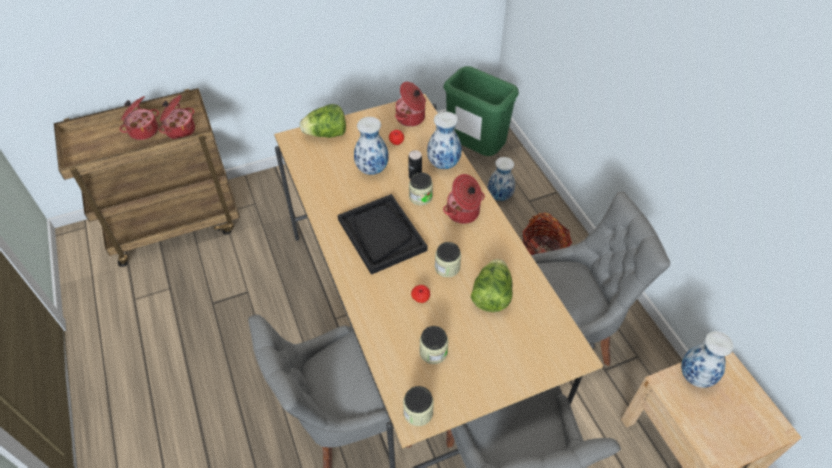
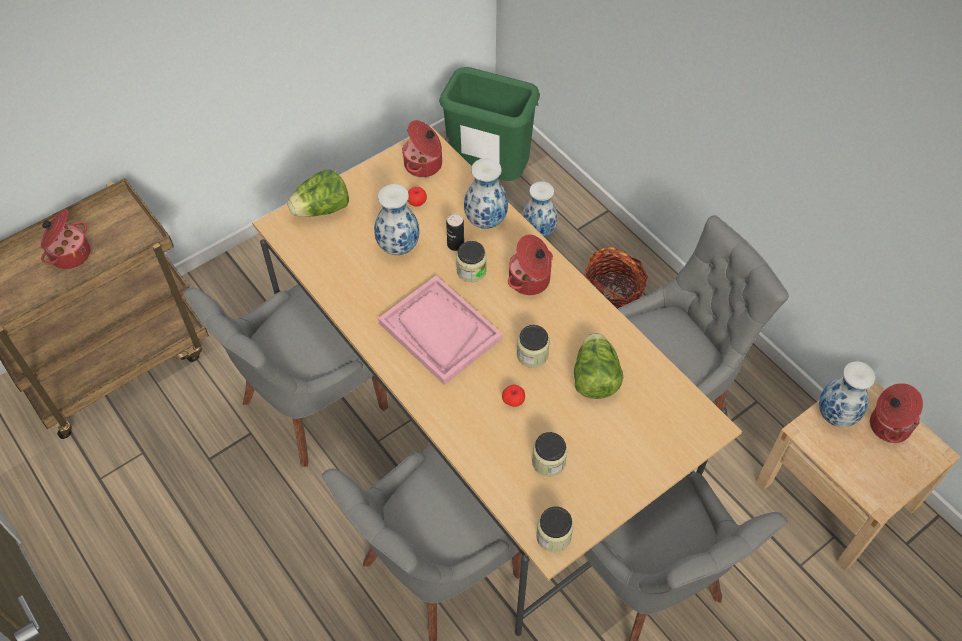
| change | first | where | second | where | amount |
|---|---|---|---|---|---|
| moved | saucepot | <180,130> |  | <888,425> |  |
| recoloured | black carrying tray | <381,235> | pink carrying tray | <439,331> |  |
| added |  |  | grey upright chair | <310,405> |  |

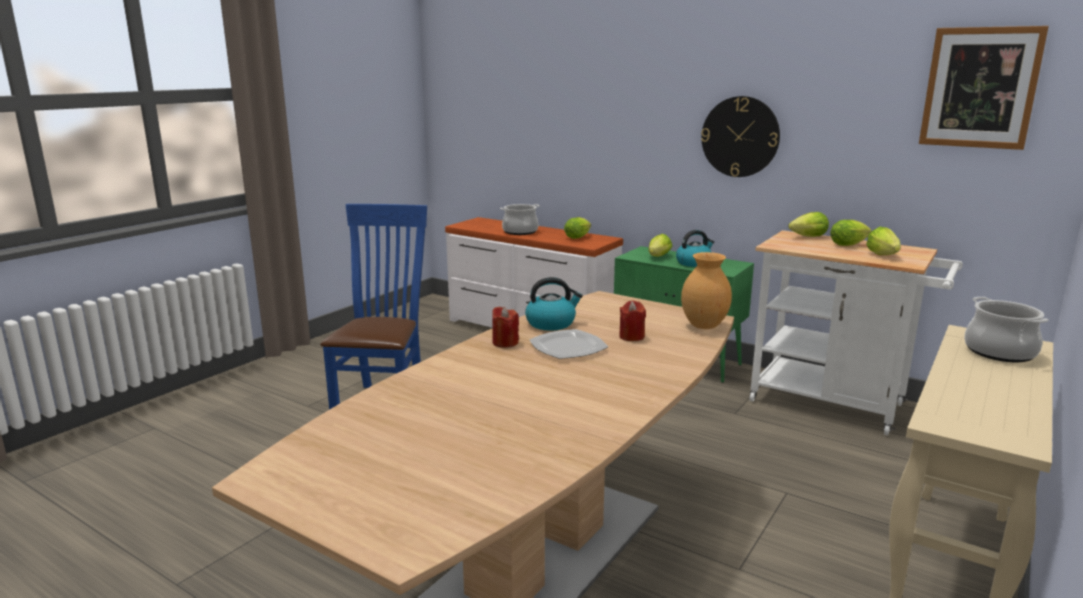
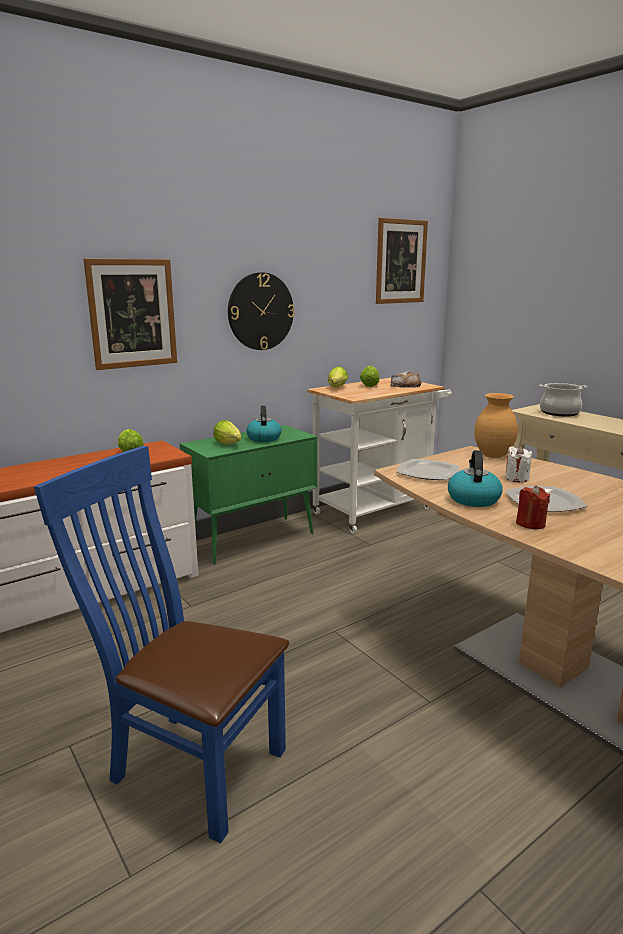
| change | first | where | second | where | amount |
|---|---|---|---|---|---|
| removed | saucepot | <520,232> |  |  |  |
| recoloured | reddish wax candle | <631,336> | white wax candle | <516,478> |  |
| replaced | lettuce head | <884,256> | baked bread | <405,385> |  |
| added |  |  | wall art | <132,313> |  |
| added |  |  | dinner plate | <427,472> |  |

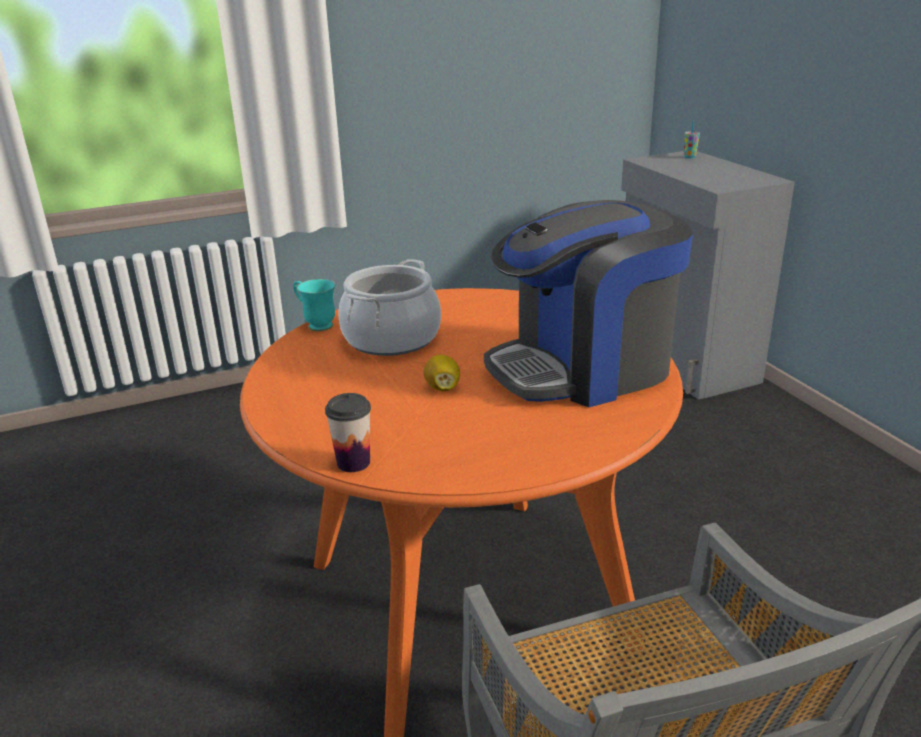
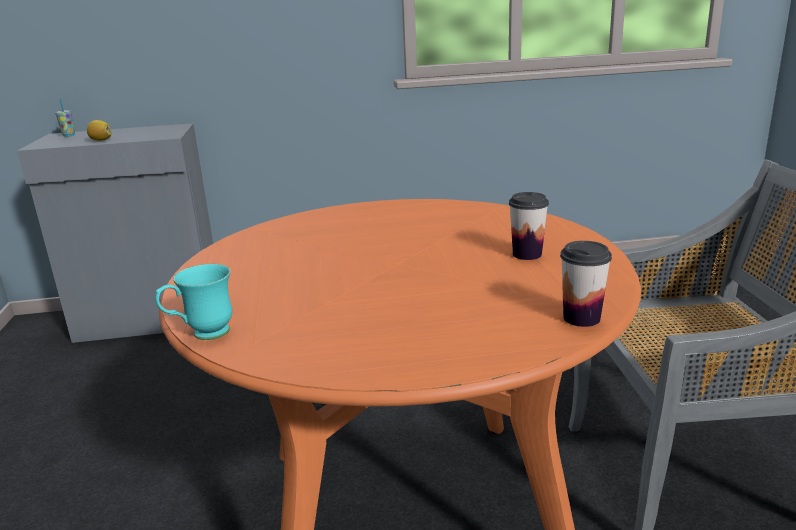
| change | first | where | second | where | amount |
|---|---|---|---|---|---|
| removed | saucepot | <392,338> |  |  |  |
| moved | citrus fruit | <442,388> |  | <101,140> |  |
| removed | coffee machine | <584,368> |  |  |  |
| added |  |  | drinking cup | <527,254> |  |

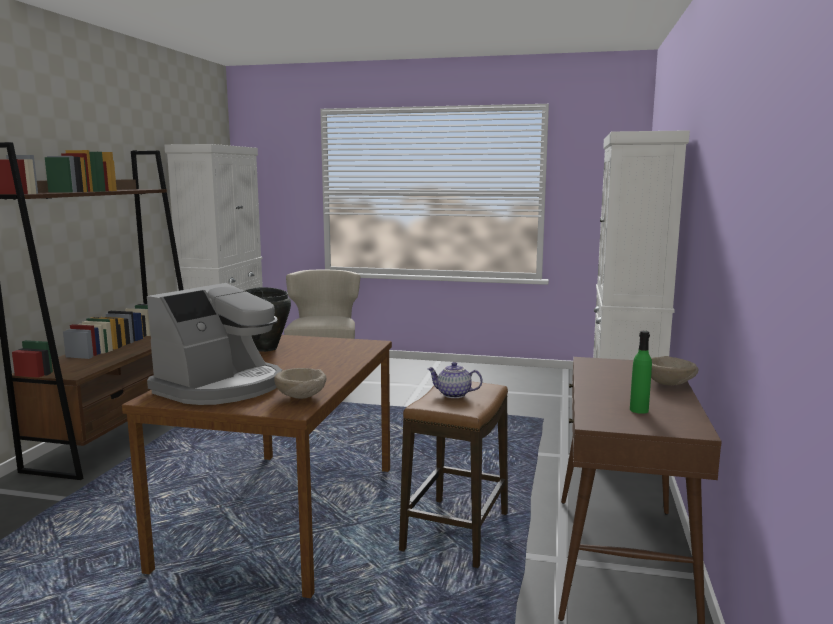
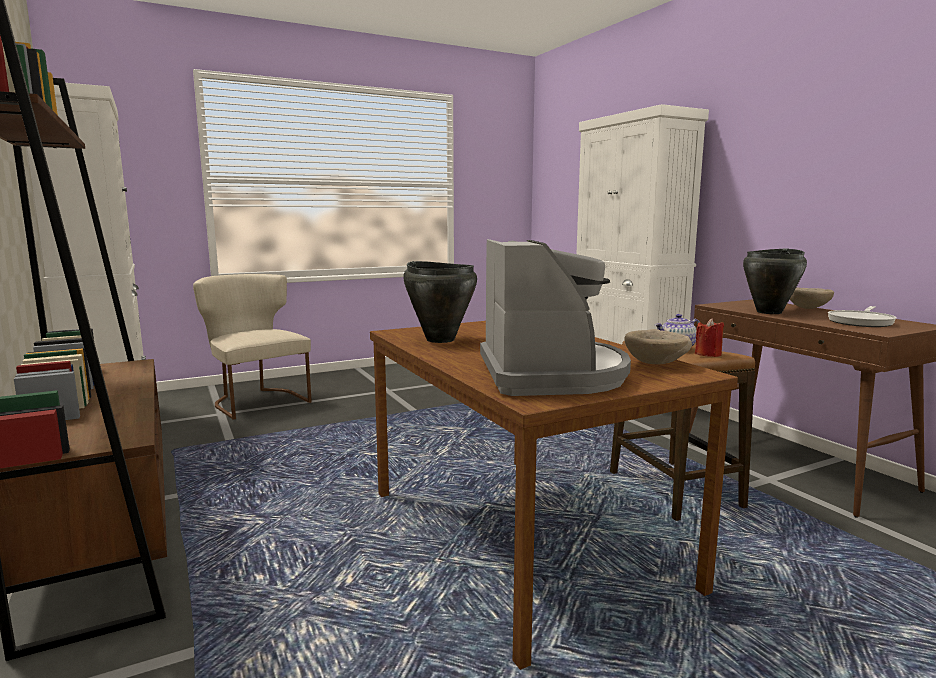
| change | first | where | second | where | amount |
|---|---|---|---|---|---|
| replaced | greenish drink bottle | <639,410> | pan | <861,322> |  |
| added |  |  | reddish wax candle | <708,354> |  |
| added |  |  | black saucepot | <769,312> |  |

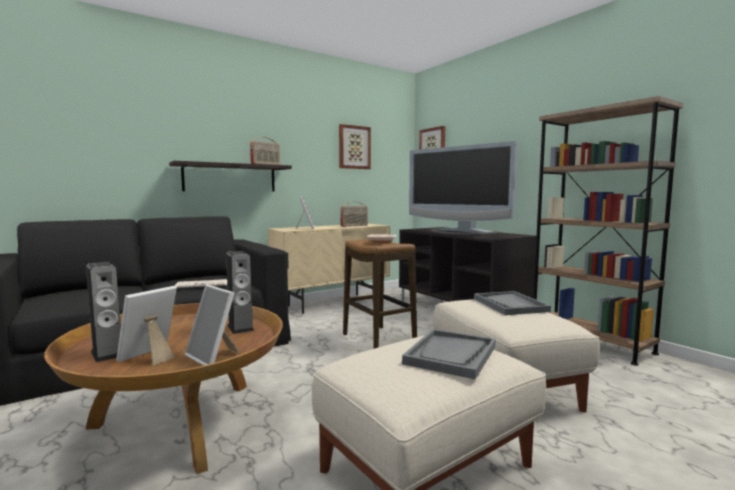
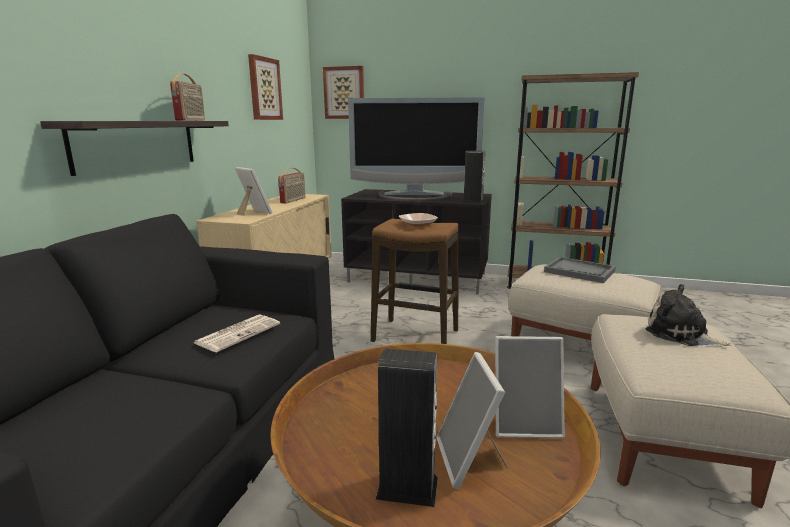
| change | first | where | second | where | amount |
|---|---|---|---|---|---|
| moved | audio speaker | <240,328> |  | <473,202> |  |
| replaced | grey carrying tray | <451,355> | plush toy | <680,334> |  |

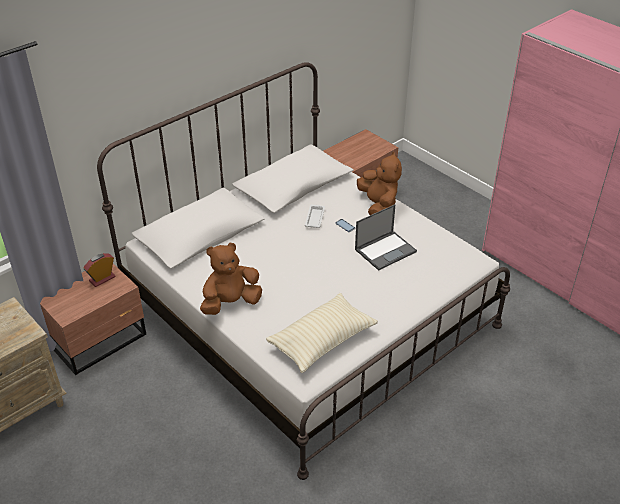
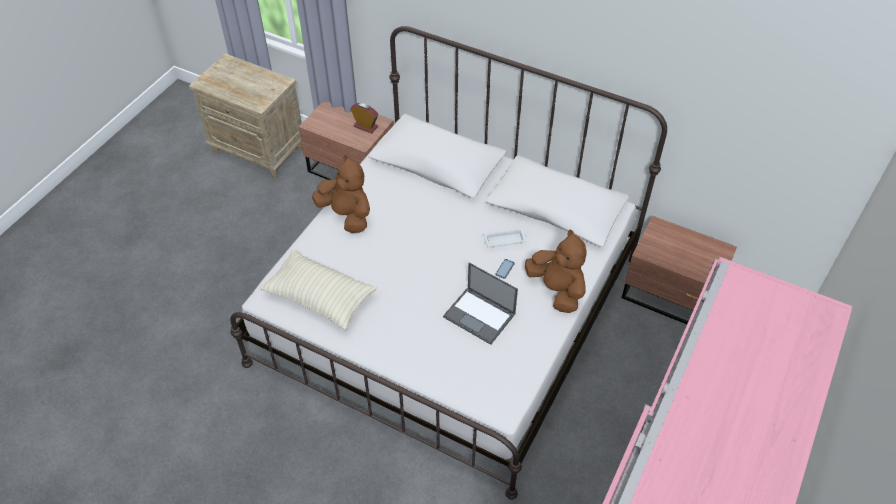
| change | first | where | second | where | amount |
|---|---|---|---|---|---|
| turned | brown-coloured plush toy | <378,206> |  | <557,290> | 90 degrees counterclockwise |

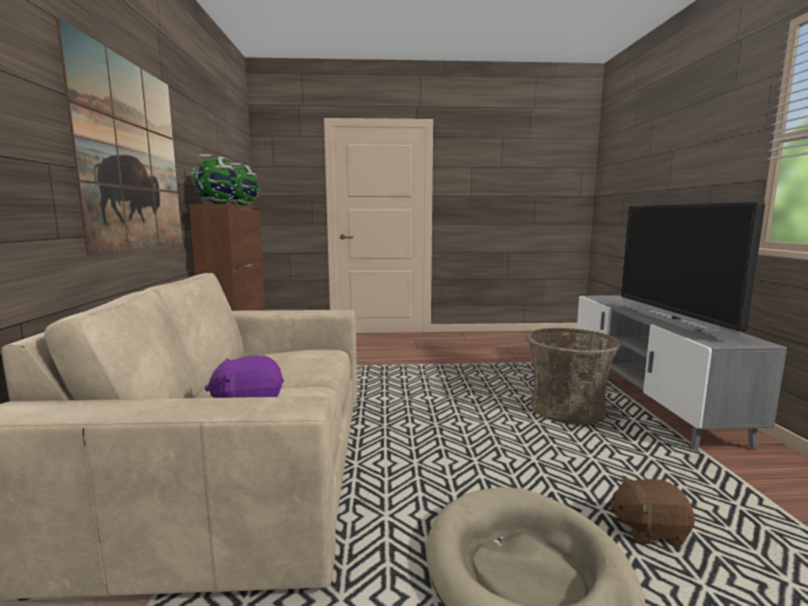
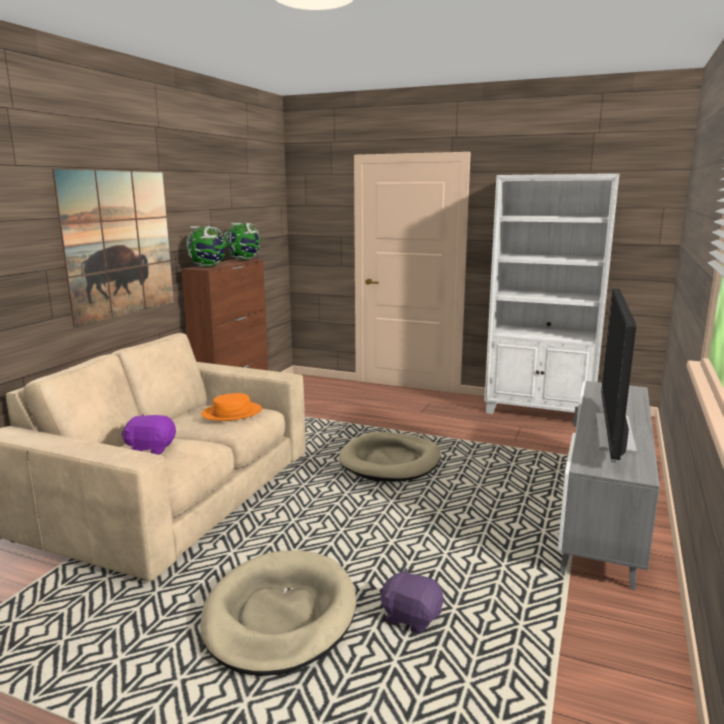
| change | first | where | second | where | amount |
|---|---|---|---|---|---|
| removed | storage basket | <567,410> |  |  |  |
| recoloured | brown-coloured plush toy | <648,530> | purple-coloured plush toy | <411,617> |  |
| added |  |  | orangey clothing hat | <232,413> |  |
| added |  |  | beige dog cushion | <390,461> |  |
| added |  |  | white shelving unit | <540,412> |  |

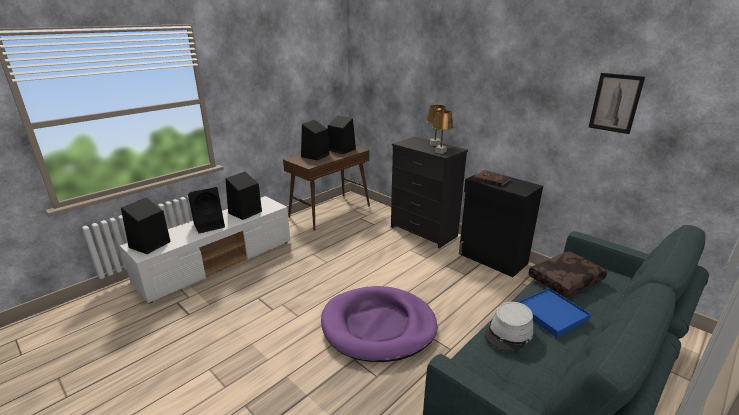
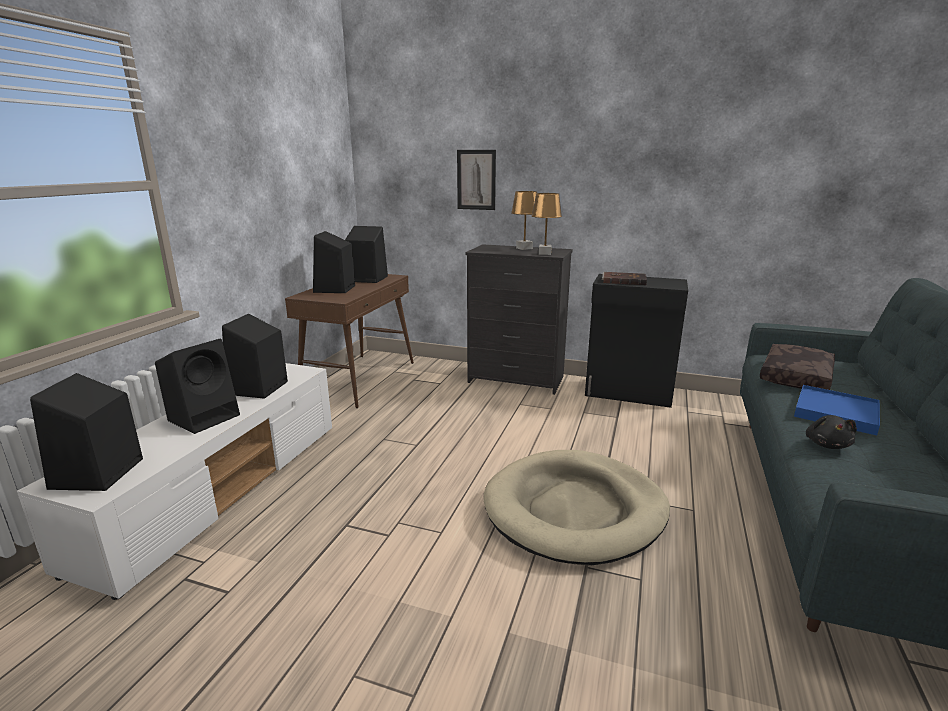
| change | first | where | second | where | amount |
|---|---|---|---|---|---|
| recoloured | purple-coloured dog cushion | <378,326> | beige dog cushion | <575,510> |  |
| replaced | grey clothing hat | <509,333> | black plush toy | <827,444> |  |
| moved | wall art | <615,103> |  | <476,180> |  |

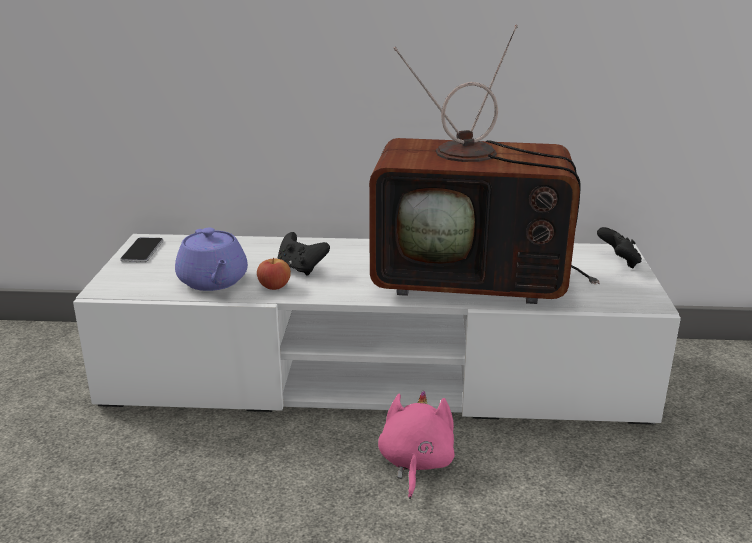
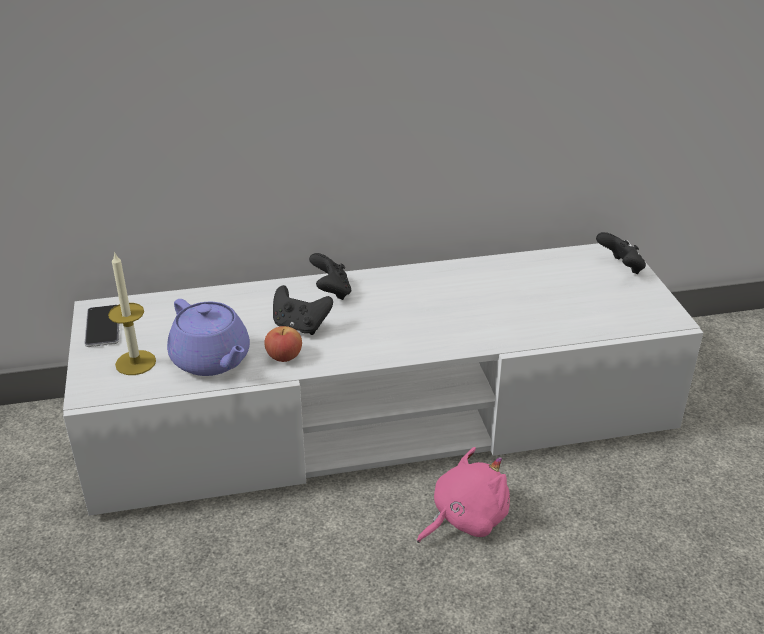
| change | first | where | second | where | amount |
|---|---|---|---|---|---|
| removed | TV set | <475,279> |  |  |  |
| turned | pink plush toy | <415,463> |  | <465,518> | 60 degrees clockwise |
| added |  |  | wax candle | <135,362> |  |
| added |  |  | black gamepad | <331,292> |  |

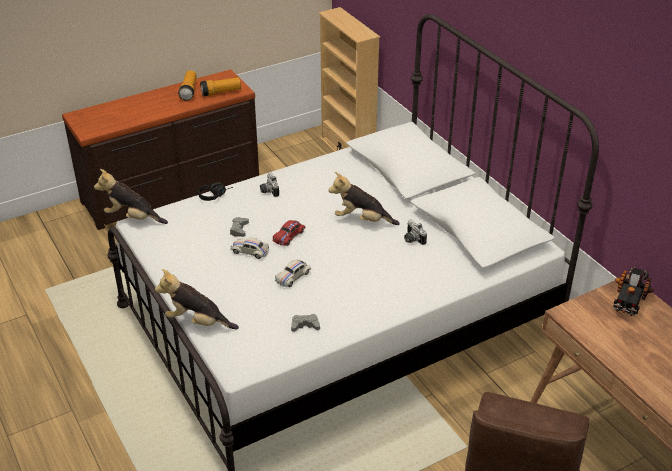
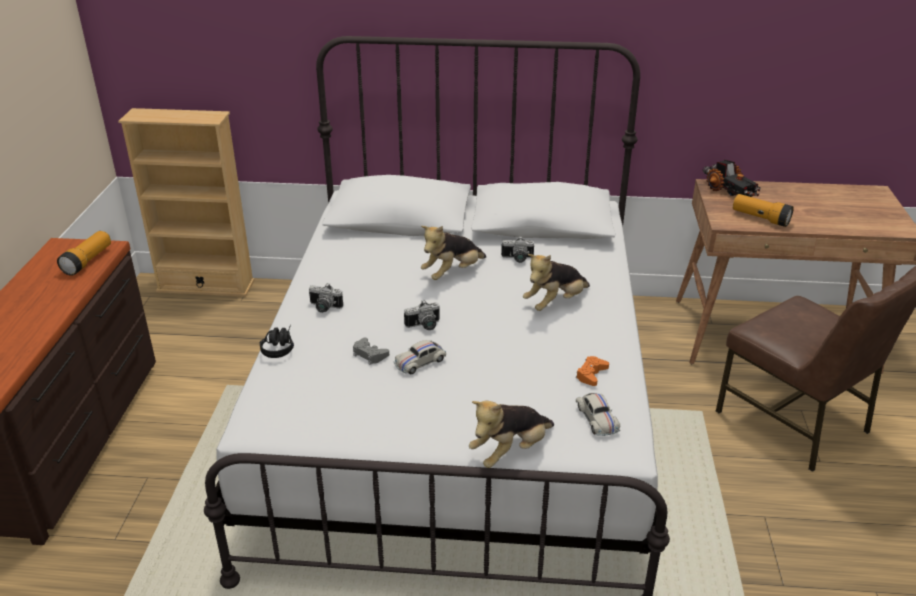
| change | first | where | second | where | amount |
|---|---|---|---|---|---|
| moved | plush toy | <132,218> |  | <555,303> |  |
| moved | hand torch | <189,91> |  | <760,218> |  |
| replaced | reddish toy car | <289,236> | still camera | <424,326> |  |
| moved | white toy car | <293,277> |  | <597,419> |  |
| recoloured | grey gamepad | <305,326> | orangey gamepad | <591,374> |  |

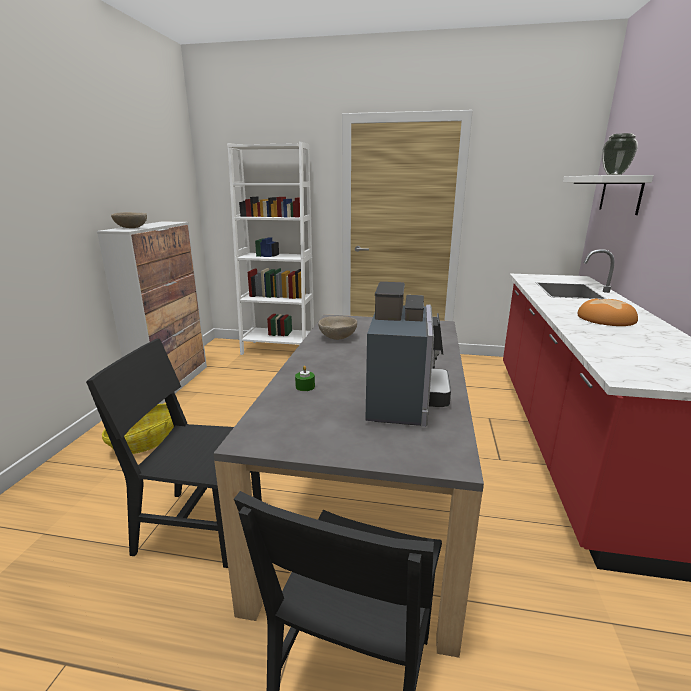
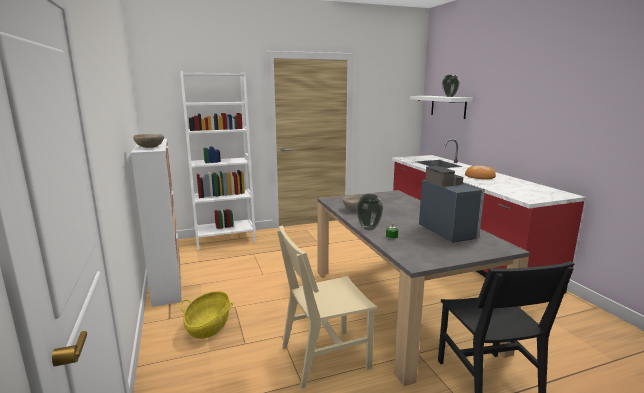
| change | first | where | second | where | amount |
|---|---|---|---|---|---|
| recoloured | black upright chair | <200,526> | beige upright chair | <325,357> |  |
| added |  |  | vase | <369,228> |  |

